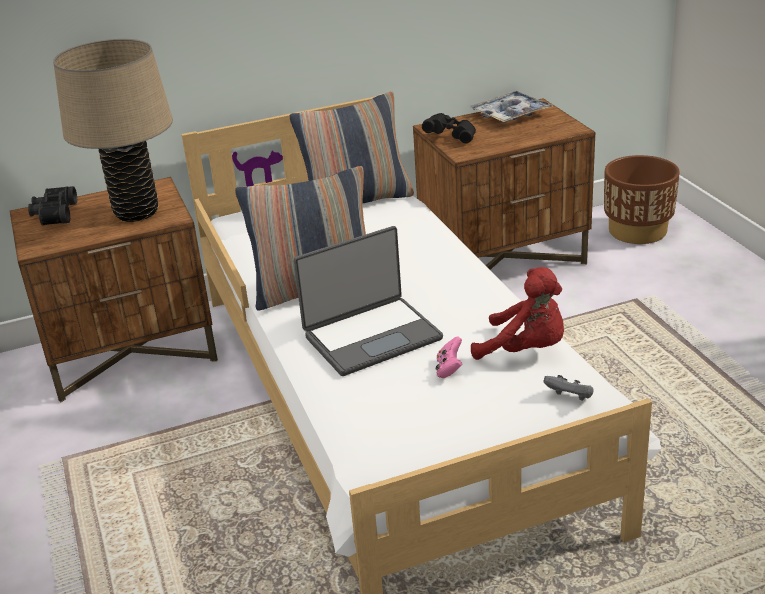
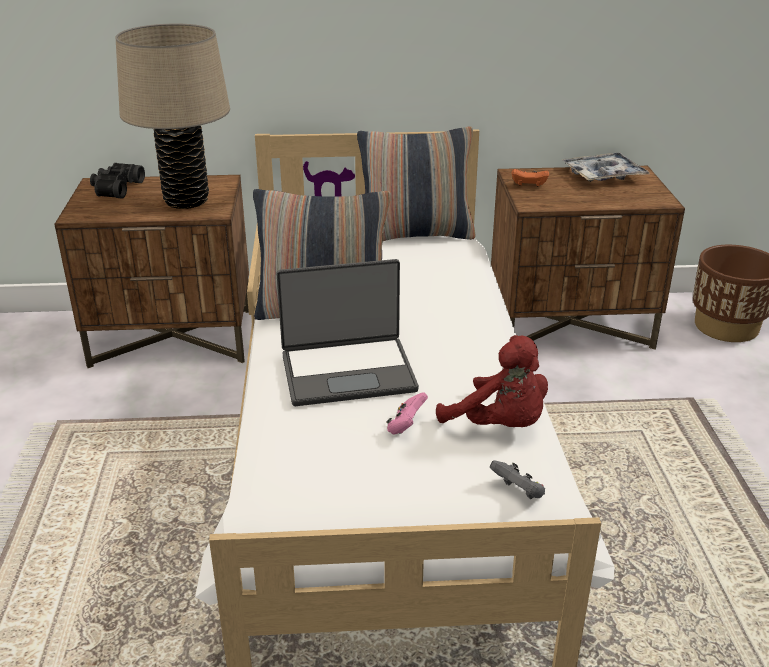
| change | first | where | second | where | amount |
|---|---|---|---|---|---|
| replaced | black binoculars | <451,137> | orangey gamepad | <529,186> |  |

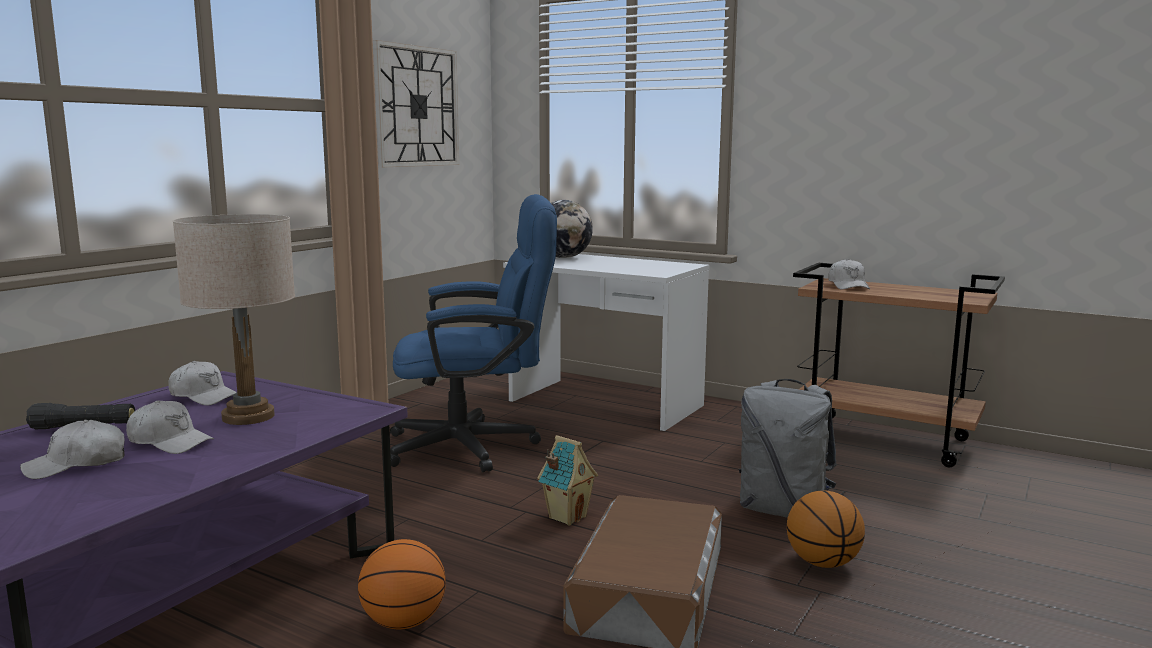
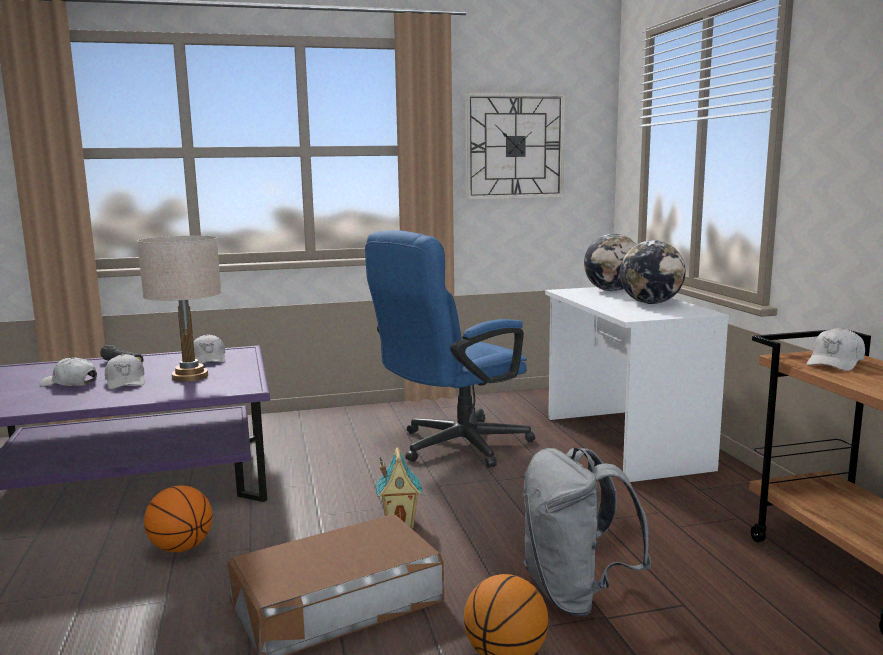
| change | first | where | second | where | amount |
|---|---|---|---|---|---|
| turned | bluish office chair | <476,446> |  | <452,447> | 105 degrees clockwise |
| added |  |  | globe | <650,303> |  |

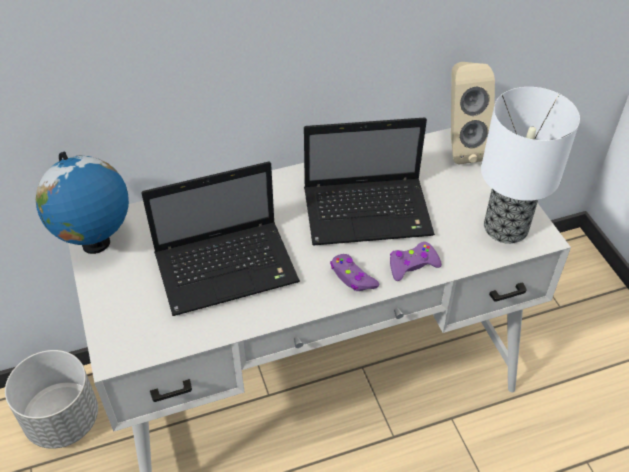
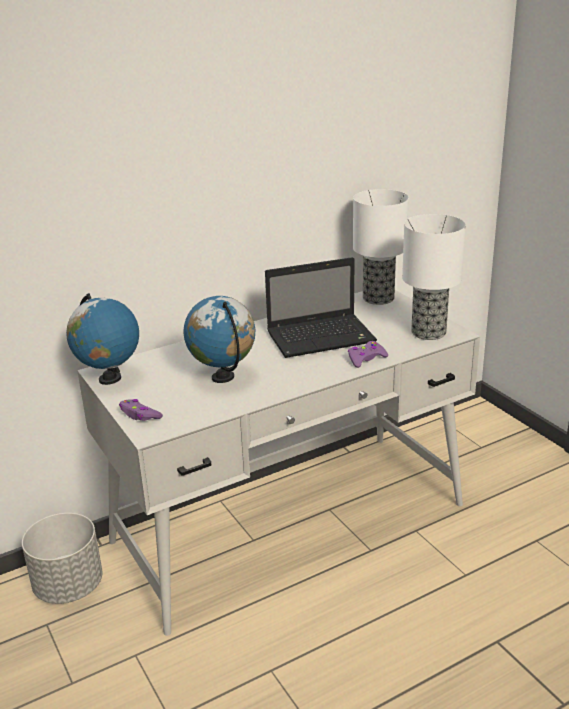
| change | first | where | second | where | amount |
|---|---|---|---|---|---|
| replaced | notebook computer | <229,267> | globe | <223,377> |  |
| moved | purple-coloured gamepad | <352,277> |  | <140,415> |  |
| replaced | beige audio speaker | <460,147> | tabletop lamp | <378,298> |  |

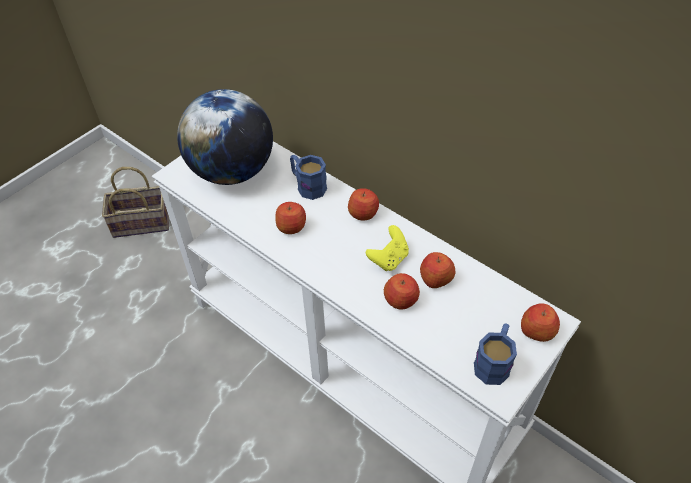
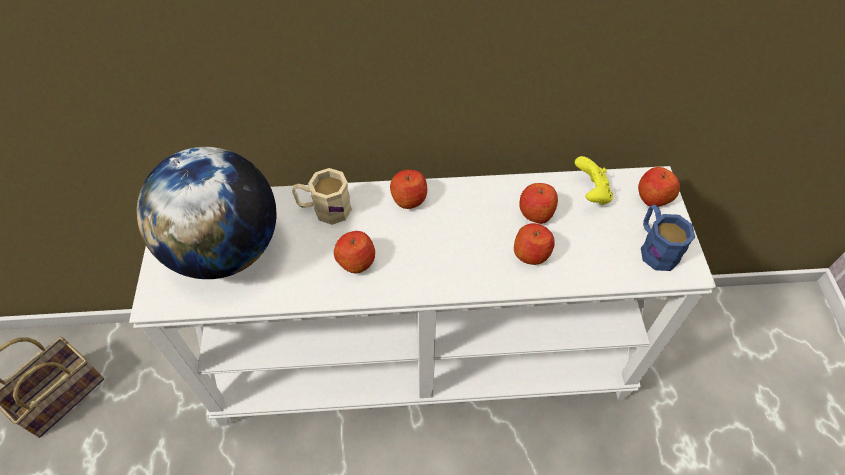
| change | first | where | second | where | amount |
|---|---|---|---|---|---|
| recoloured | bluish mug | <307,185> | beige mug | <324,209> |  |
| moved | yellow gamepad | <389,259> |  | <591,193> |  |

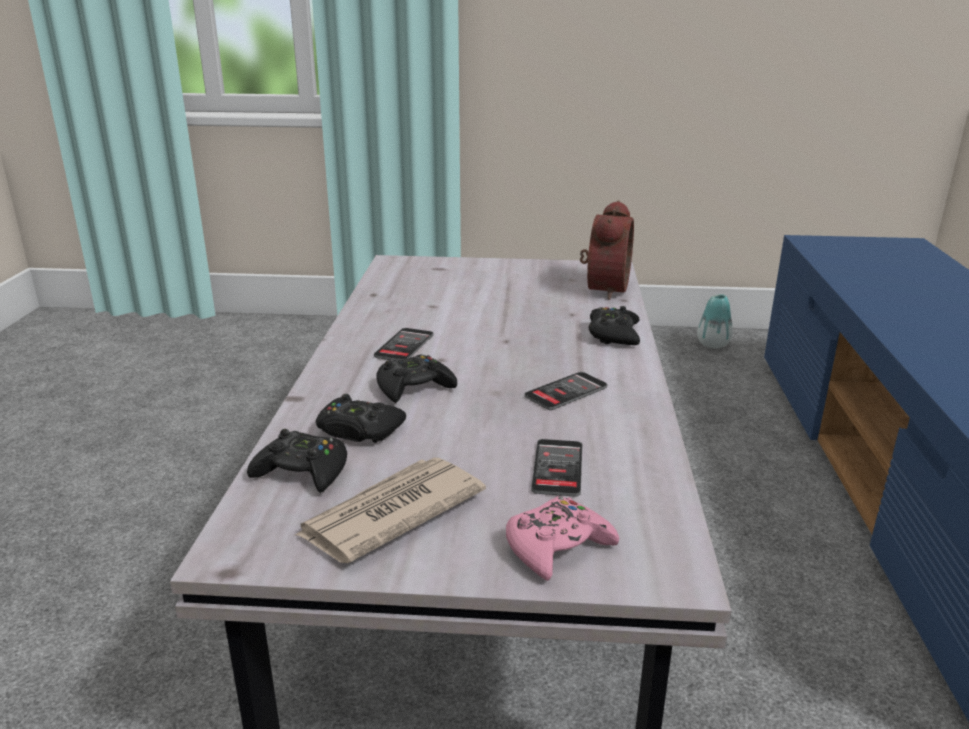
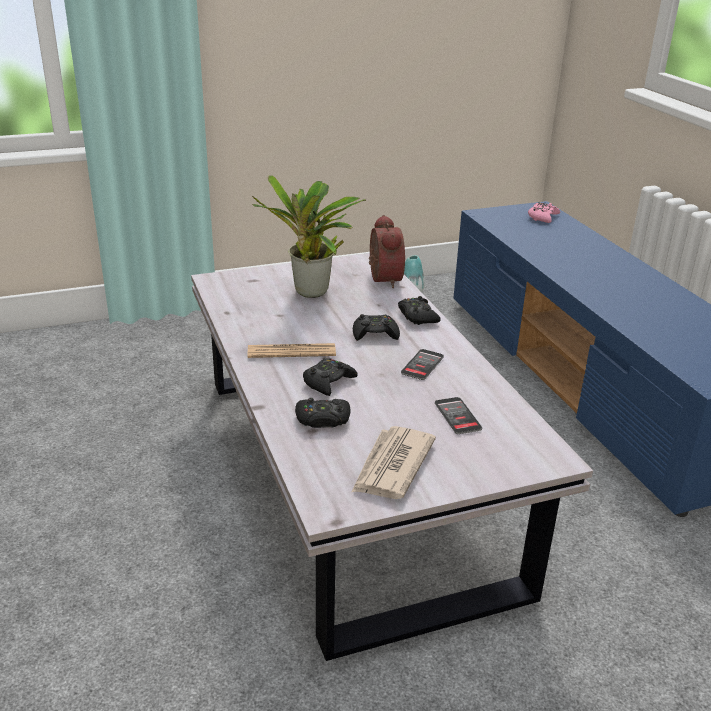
| change | first | where | second | where | amount |
|---|---|---|---|---|---|
| moved | black gamepad | <302,472> |  | <375,334> |  |
| replaced | phone | <404,346> | daily paper | <291,352> |  |
| moved | pink gamepad | <557,547> |  | <542,217> |  |
| added |  |  | plant in a pot | <310,294> |  |

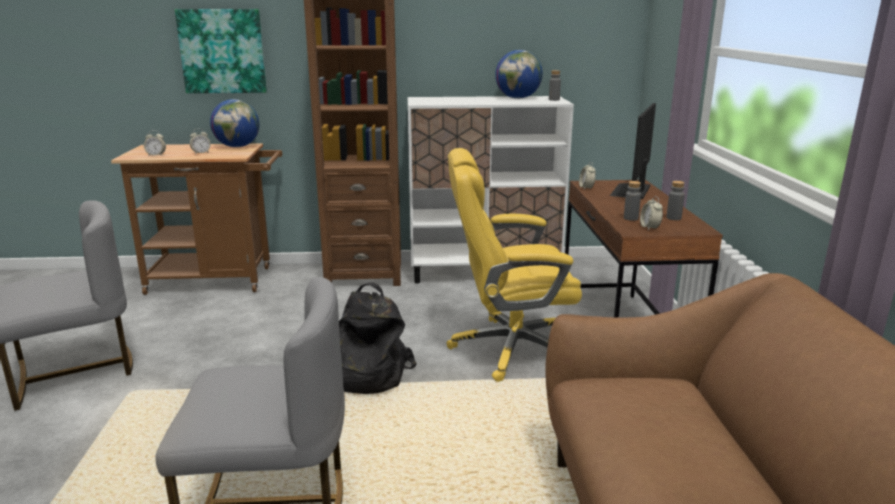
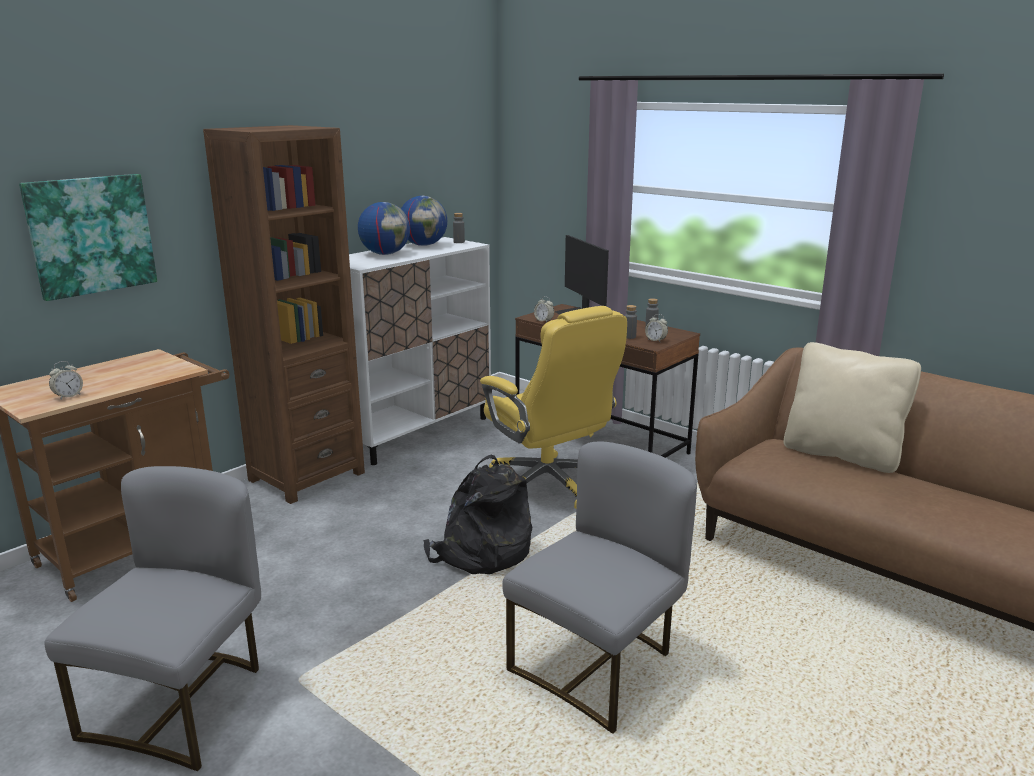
| change | first | where | second | where | amount |
|---|---|---|---|---|---|
| removed | bedside clock | <201,153> |  |  |  |
| moved | globe | <238,146> |  | <385,254> |  |
| turned | yellow office chair | <510,349> |  | <549,484> | 75 degrees counterclockwise |
| added |  |  | beige cushion | <841,454> |  |

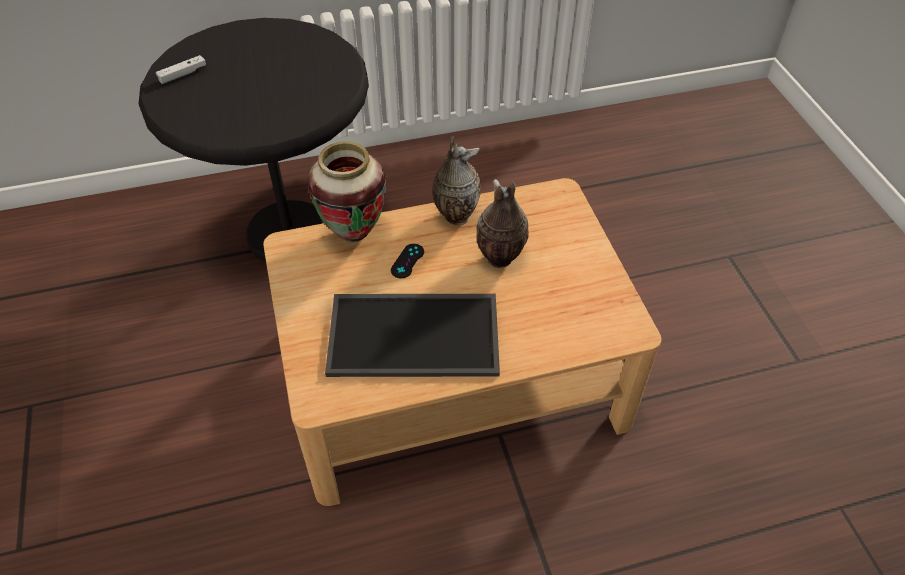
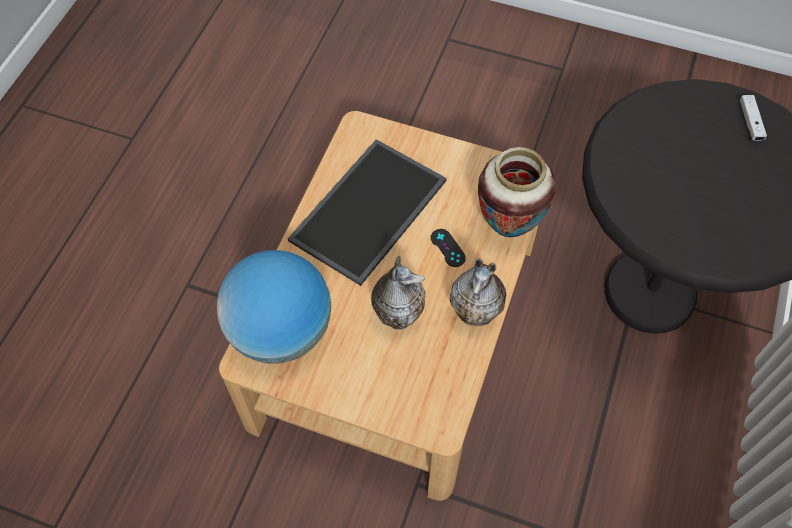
| change | first | where | second | where | amount |
|---|---|---|---|---|---|
| added |  |  | globe | <281,331> |  |

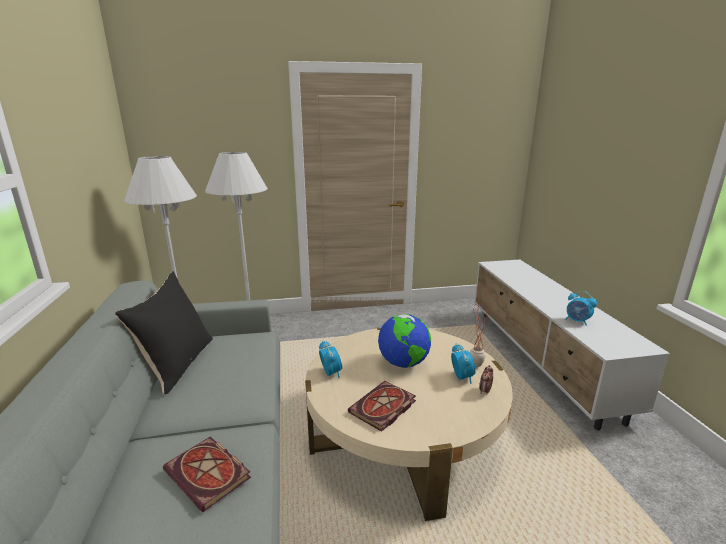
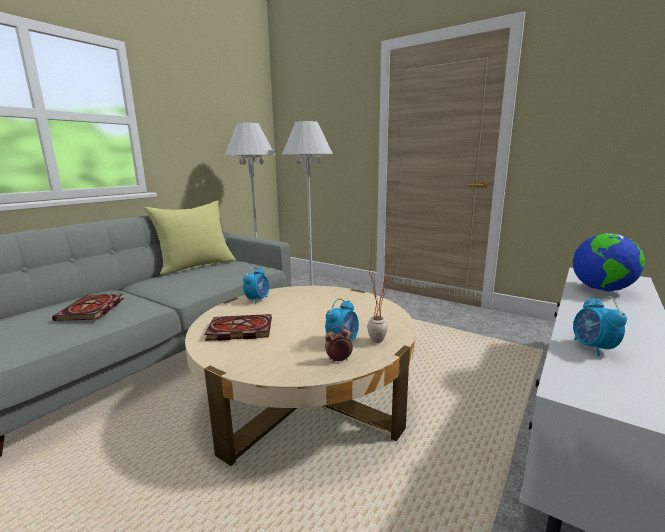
| change | first | where | second | where | amount |
|---|---|---|---|---|---|
| recoloured | black cushion | <178,364> | yellow cushion | <196,266> |  |
| moved | globe | <403,363> |  | <601,290> |  |

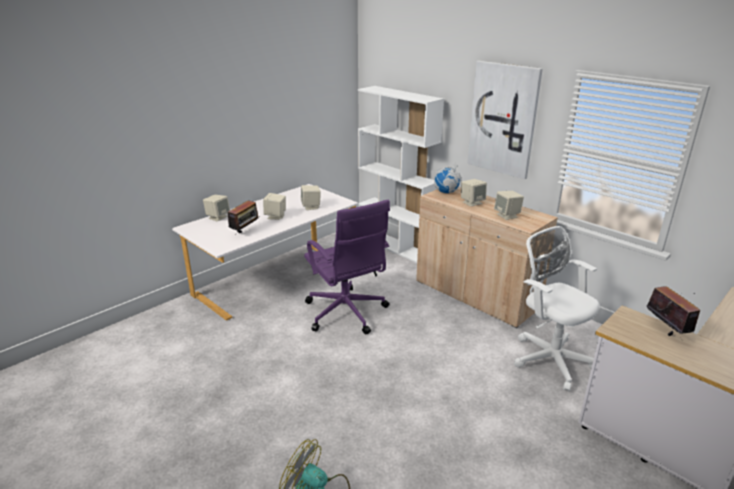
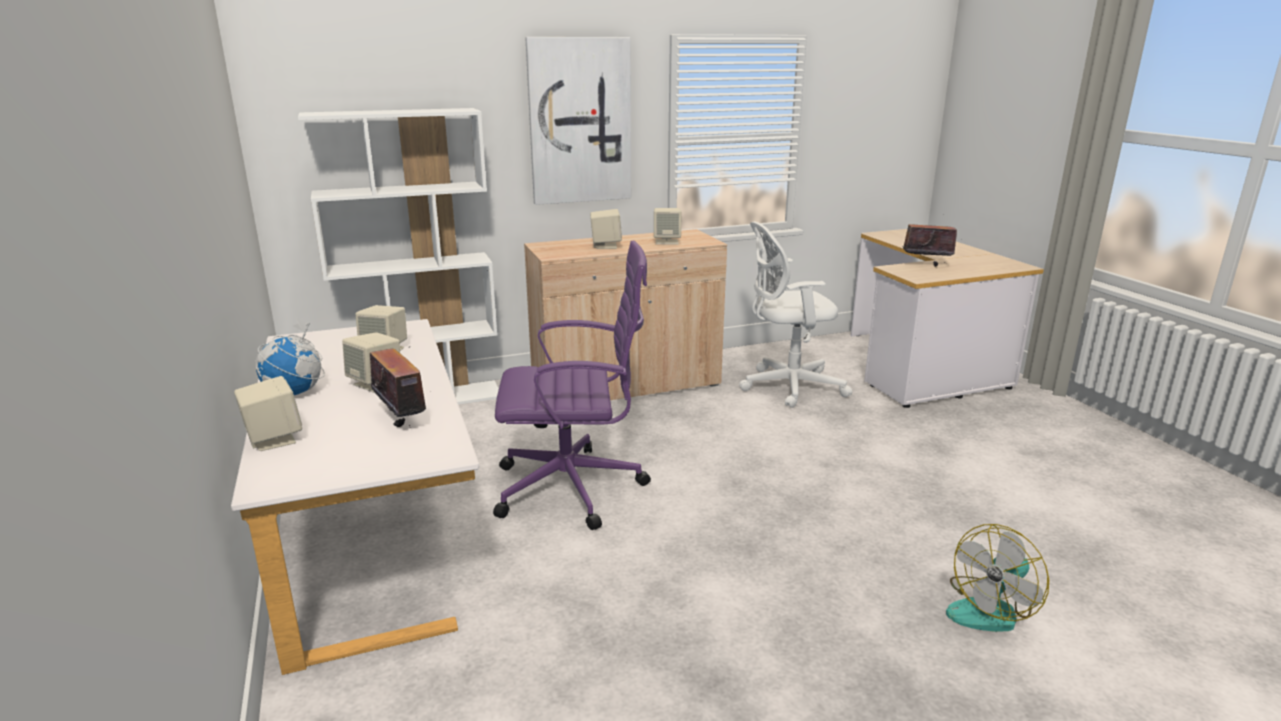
| change | first | where | second | where | amount |
|---|---|---|---|---|---|
| moved | globe | <446,192> |  | <295,393> |  |

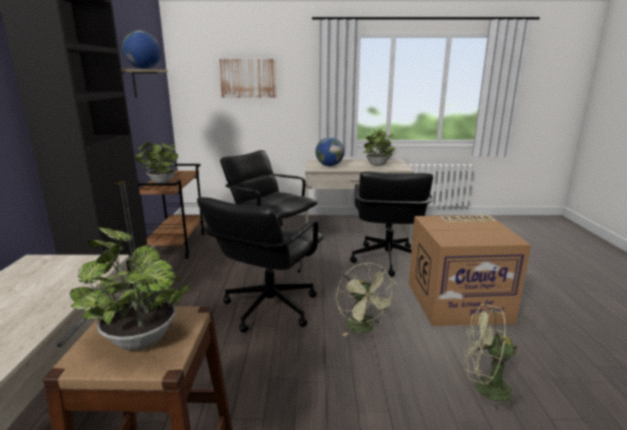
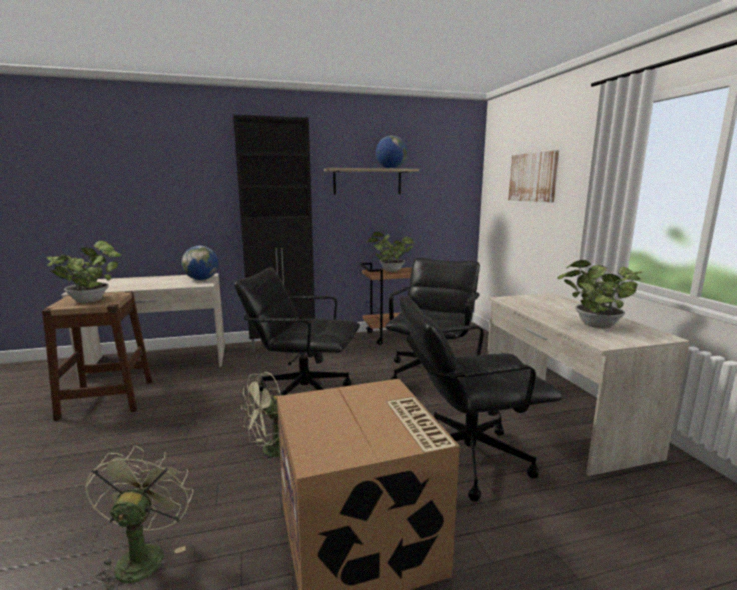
| change | first | where | second | where | amount |
|---|---|---|---|---|---|
| moved | globe | <329,165> |  | <201,279> |  |

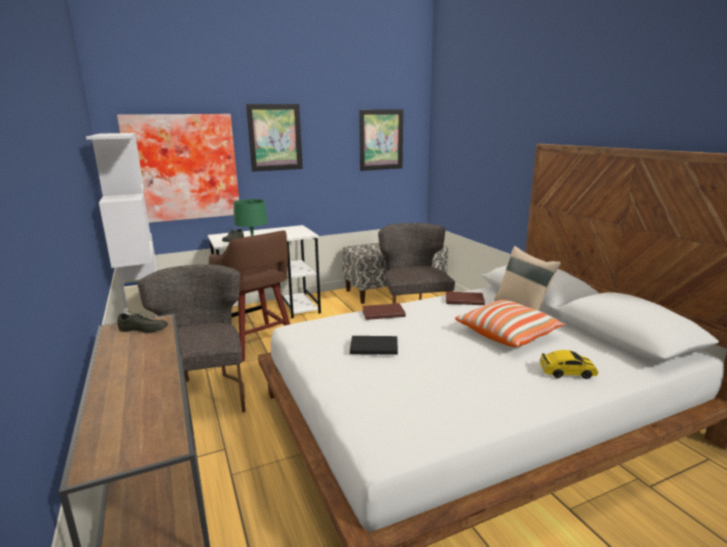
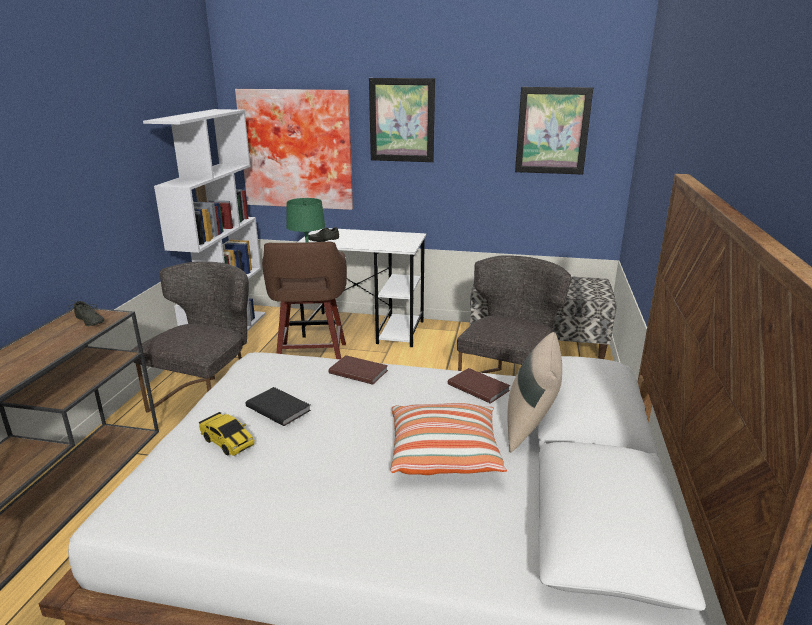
| change | first | where | second | where | amount |
|---|---|---|---|---|---|
| moved | toy car | <567,372> |  | <227,442> |  |

